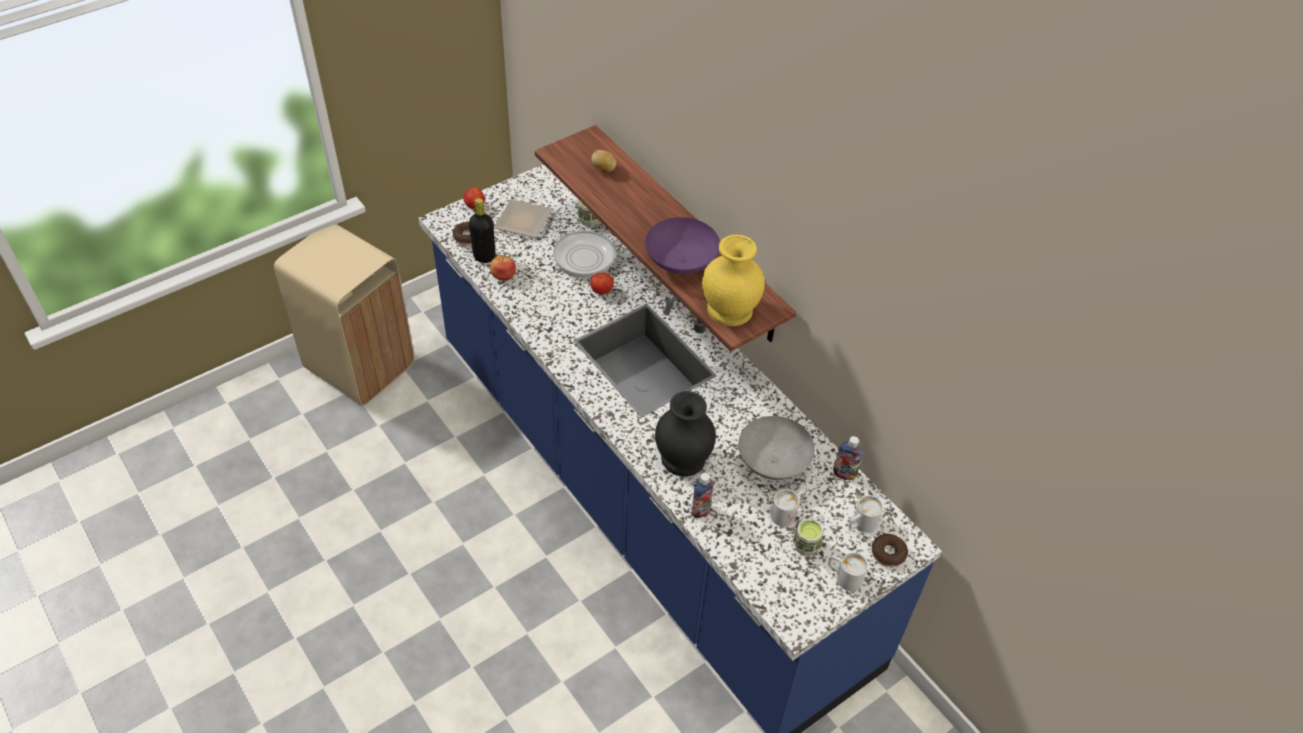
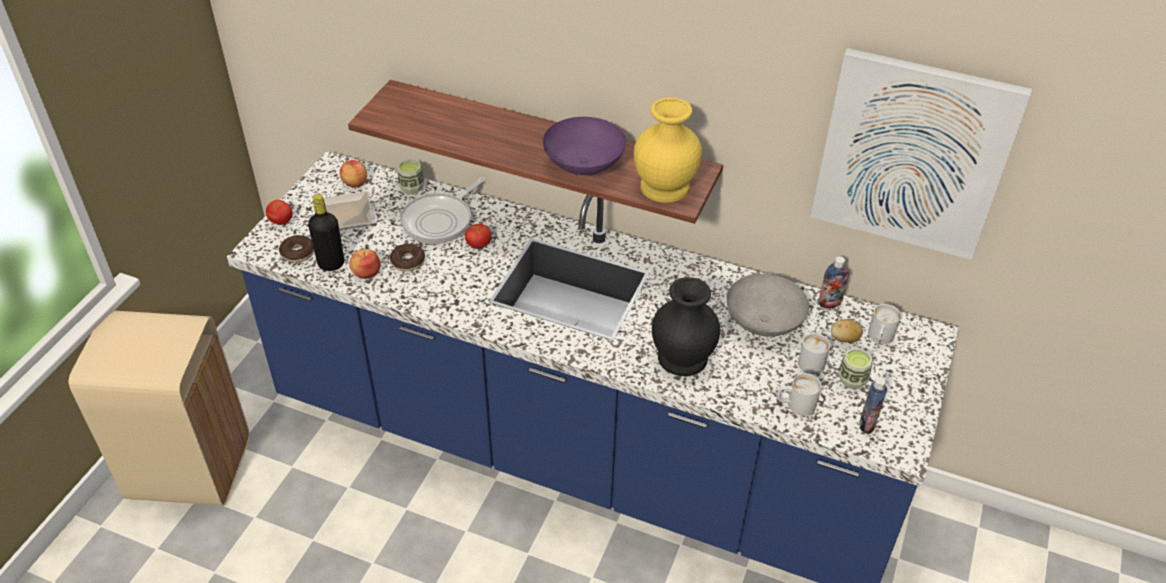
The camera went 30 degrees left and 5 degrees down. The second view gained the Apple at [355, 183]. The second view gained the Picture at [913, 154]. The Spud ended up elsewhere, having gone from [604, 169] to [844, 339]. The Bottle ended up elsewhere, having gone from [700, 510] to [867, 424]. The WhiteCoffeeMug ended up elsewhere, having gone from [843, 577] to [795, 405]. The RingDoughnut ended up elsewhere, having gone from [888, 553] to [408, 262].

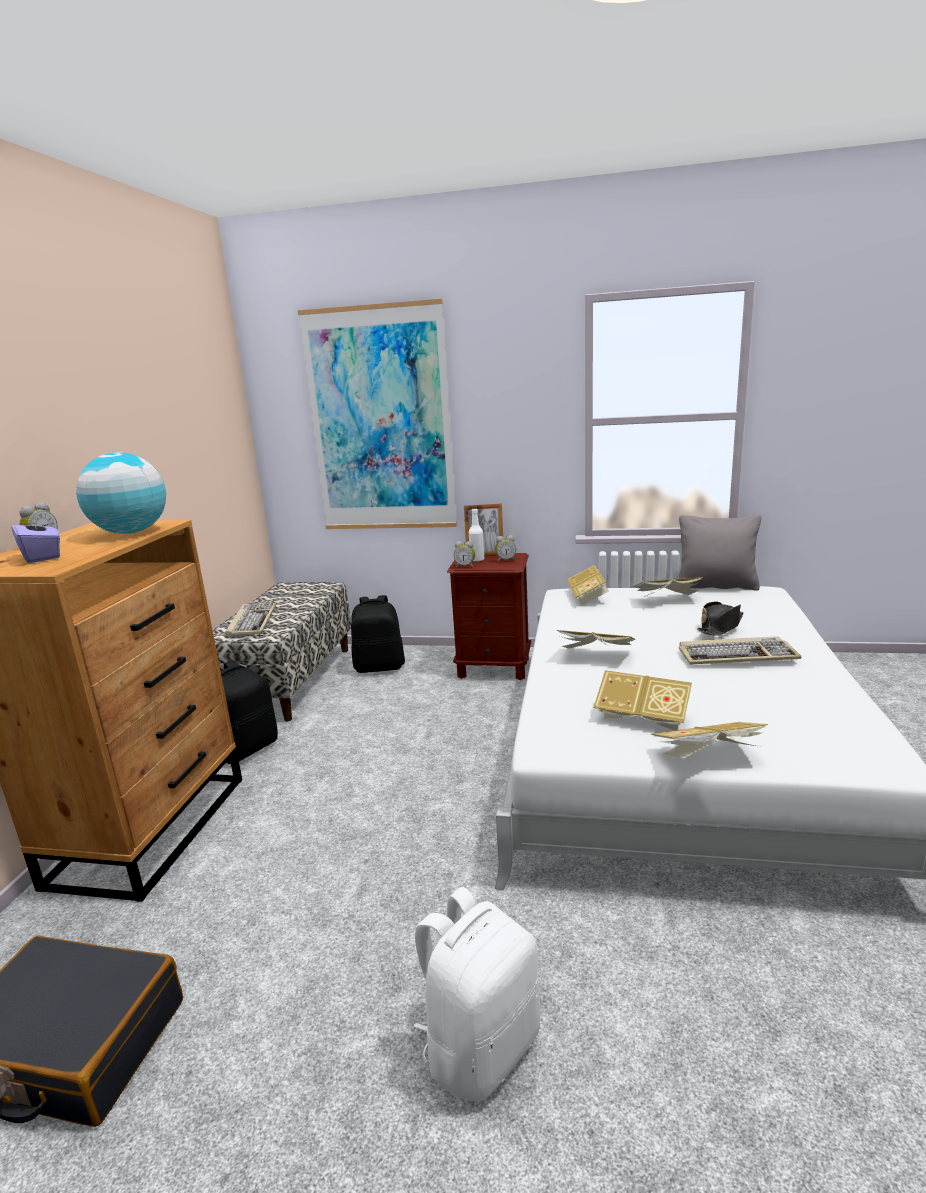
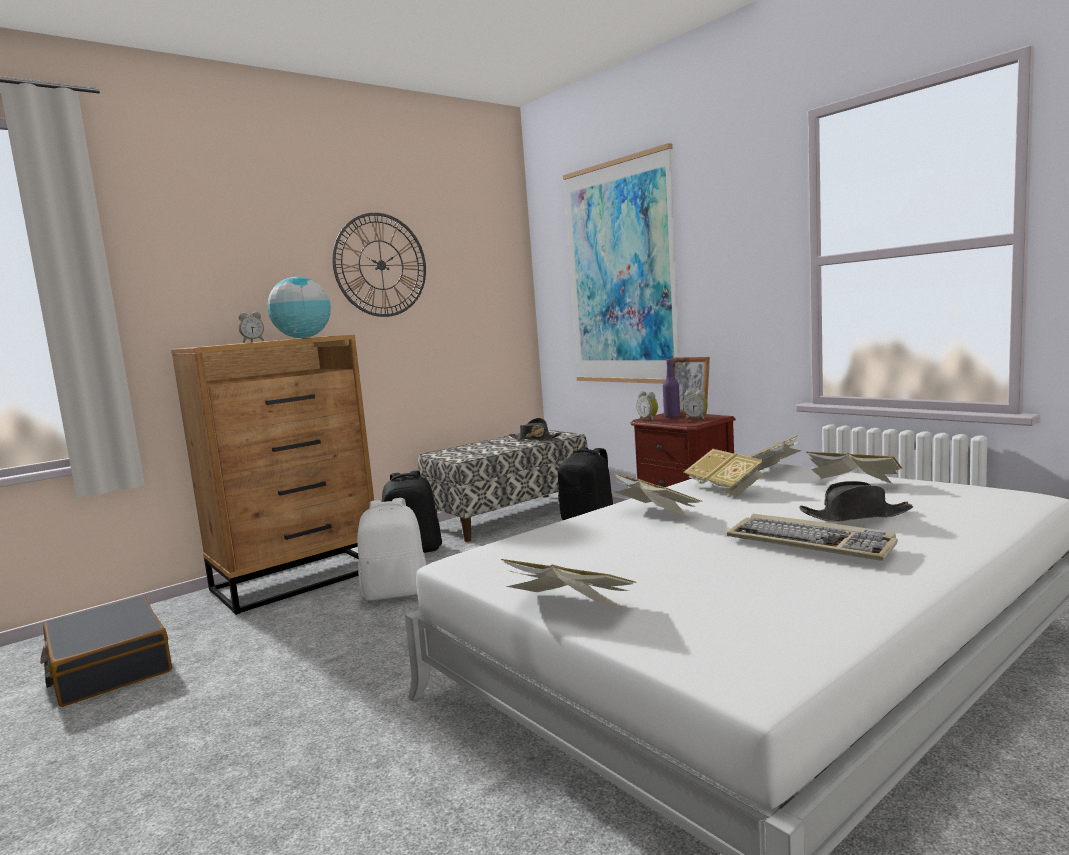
The camera went 40 degrees right and 10 degrees down. The second view lost the PurpleColouredTissueBox at [42, 556]. The second view lost the PcKeyboard at [252, 621]. The second view lost the GreyishCushion at [716, 586]. The second view gained the HangingClock at [381, 265]. The second view gained the BlackishWearableHat at [534, 439]. The WhiteBackpack ended up elsewhere, having gone from [481, 1046] to [396, 592]. The Volume ended up elsewhere, having gone from [642, 717] to [724, 489]. What was the WhiteBottle at [477, 560] turned into the PurpleColouredBottle at [672, 416].

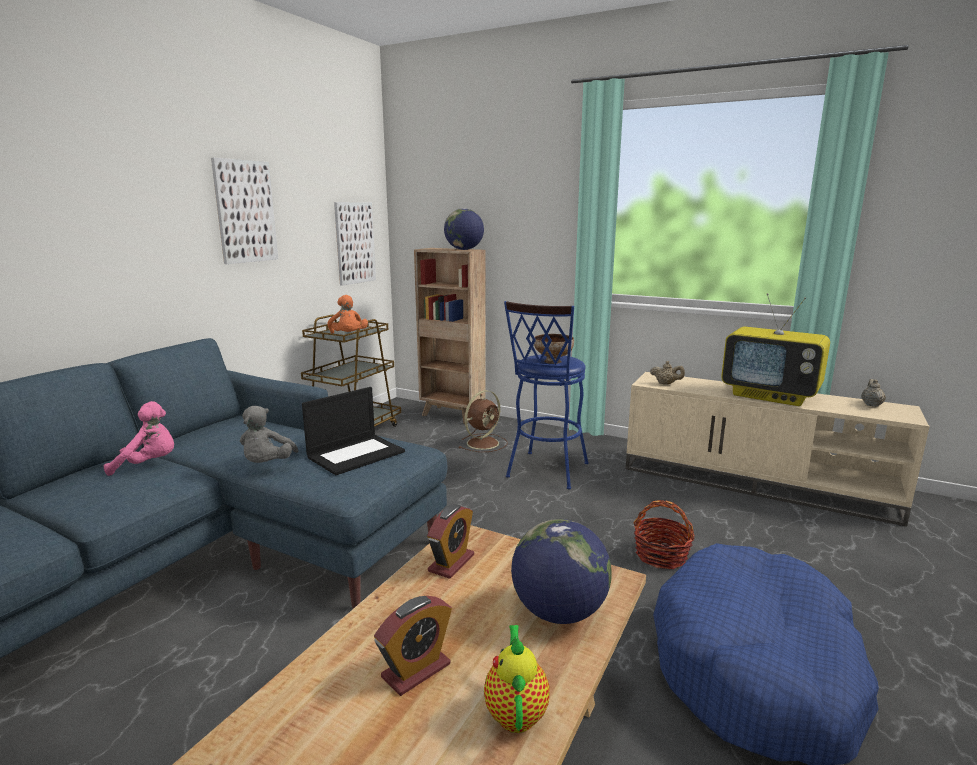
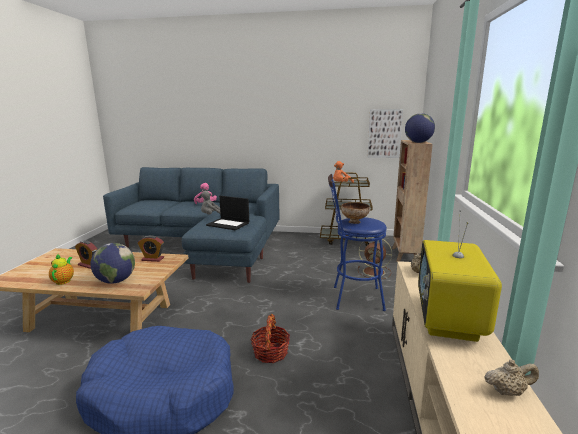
The camera went 70 degrees right and 0 degrees up. The second view lost the Picture at [245, 211]. The Teapot at [516, 711] ended up facing another way, 75 degrees counterclockwise from before.

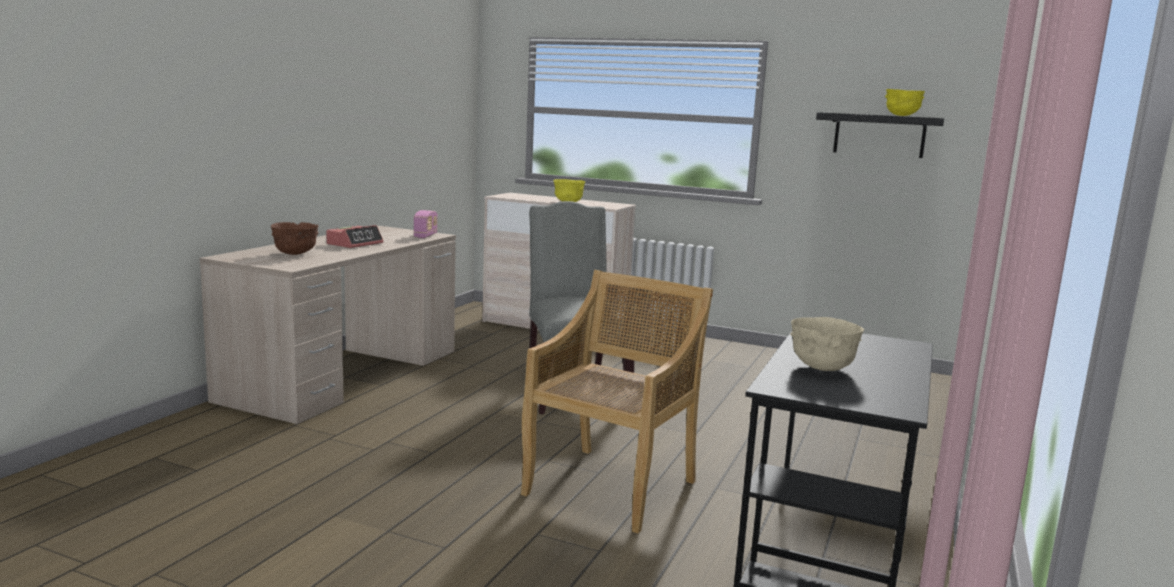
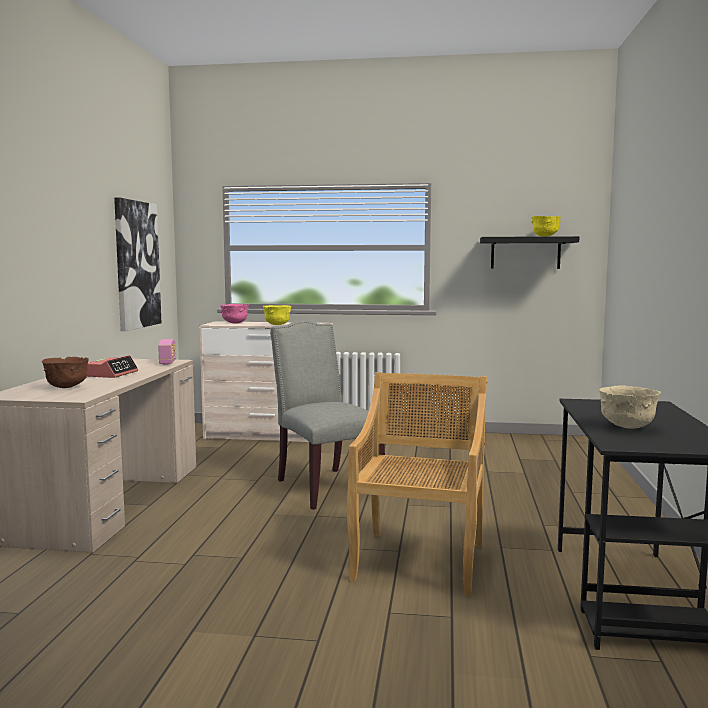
The camera went 15 degrees left and 5 degrees down. The second view gained the Picture at [136, 264]. The second view gained the PinkDeepDish at [235, 323].

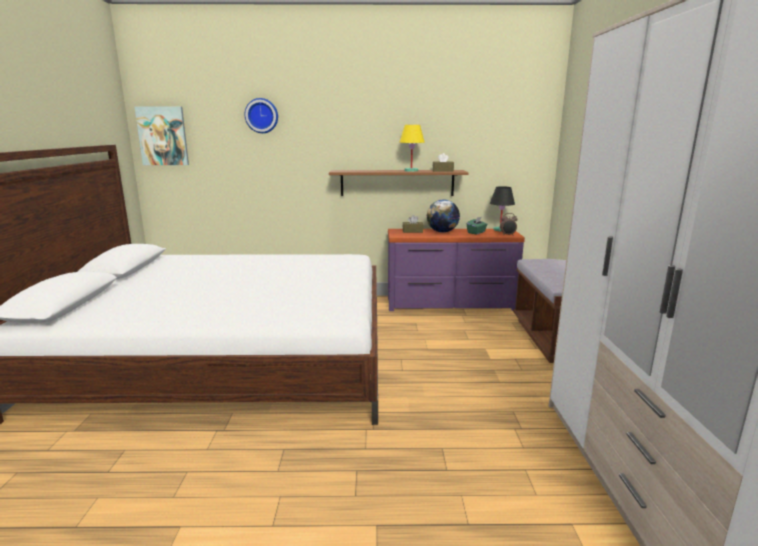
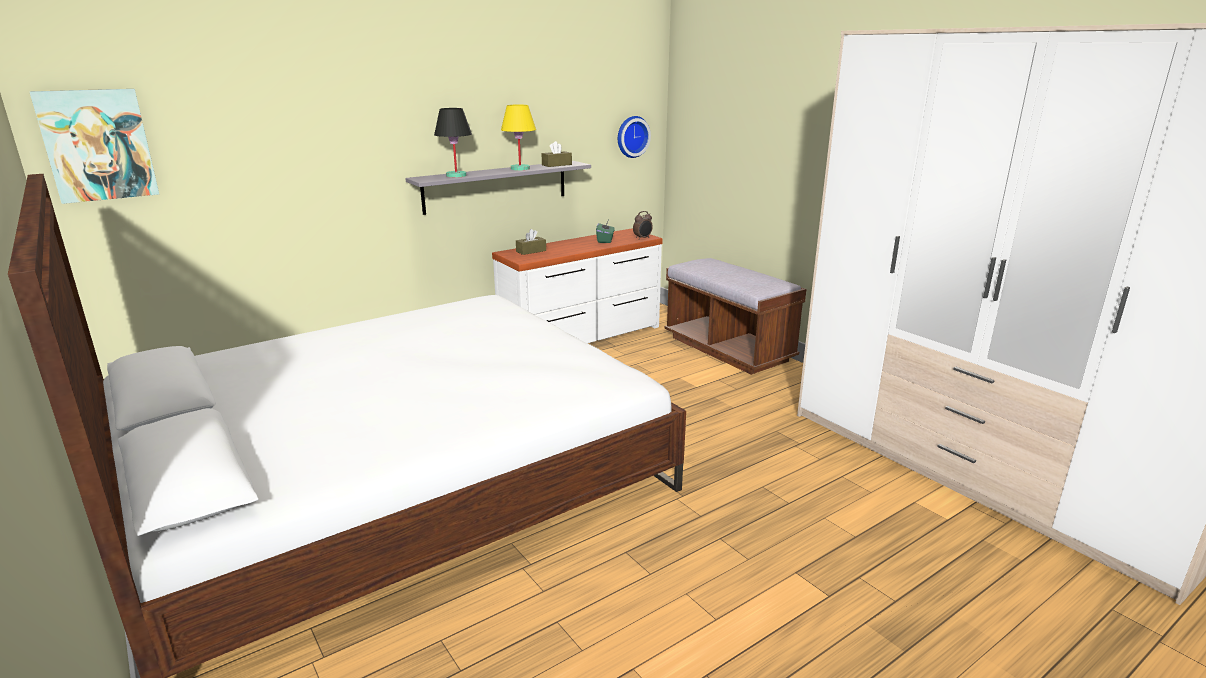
The camera went 35 degrees left and 5 degrees up. The second view lost the DeskGlobe at [442, 232]. The HangingClock ended up elsewhere, having gone from [262, 115] to [631, 136]. The BlackishTabletopLamp ended up elsewhere, having gone from [500, 230] to [456, 175]. What was the BrownishWallShelf at [397, 183] turned into the GreyishWallShelf at [496, 186]. What was the PurpleColouredChestOfDrawers at [450, 304] turned into the WhiteChestOfDrawers at [582, 337].

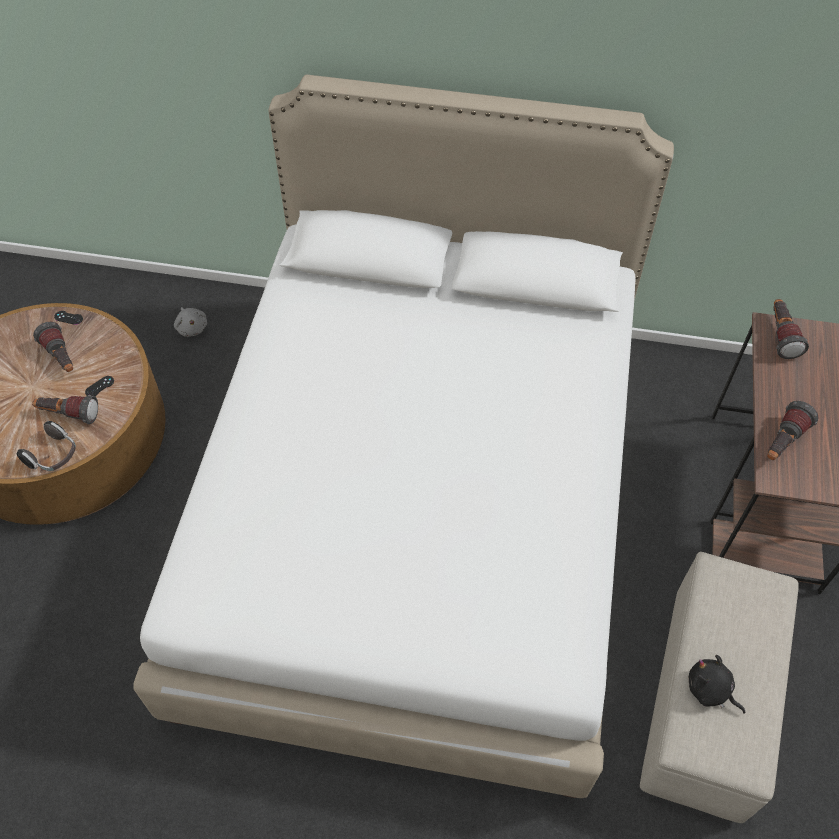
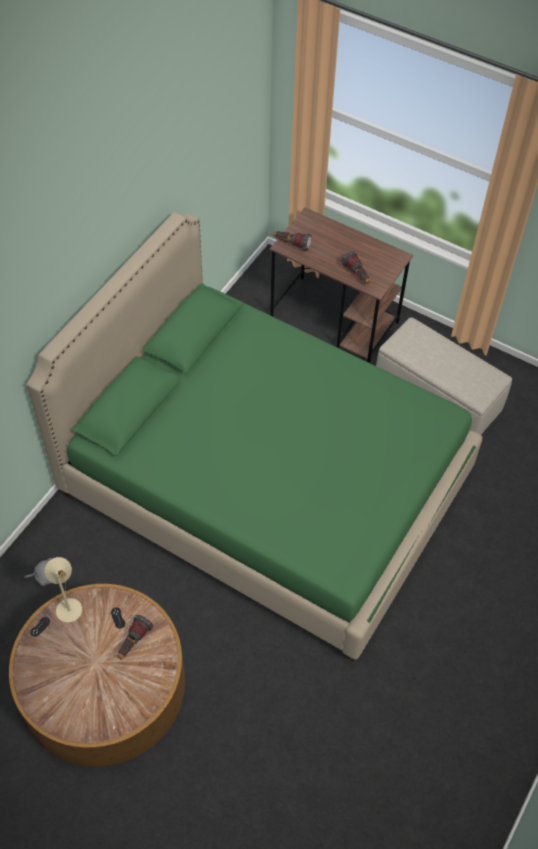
The camera went 70 degrees left and 0 degrees up. The second view lost the Headphones at [53, 456]. The second view lost the Flashlight at [61, 358]. The second view lost the BlackishPlushToy at [710, 690]. The second view gained the BeigeTabletopLamp at [68, 605]. What was the WhiteSleepingBed at [419, 510] turned into the GreenColouredSleepingBed at [266, 484].

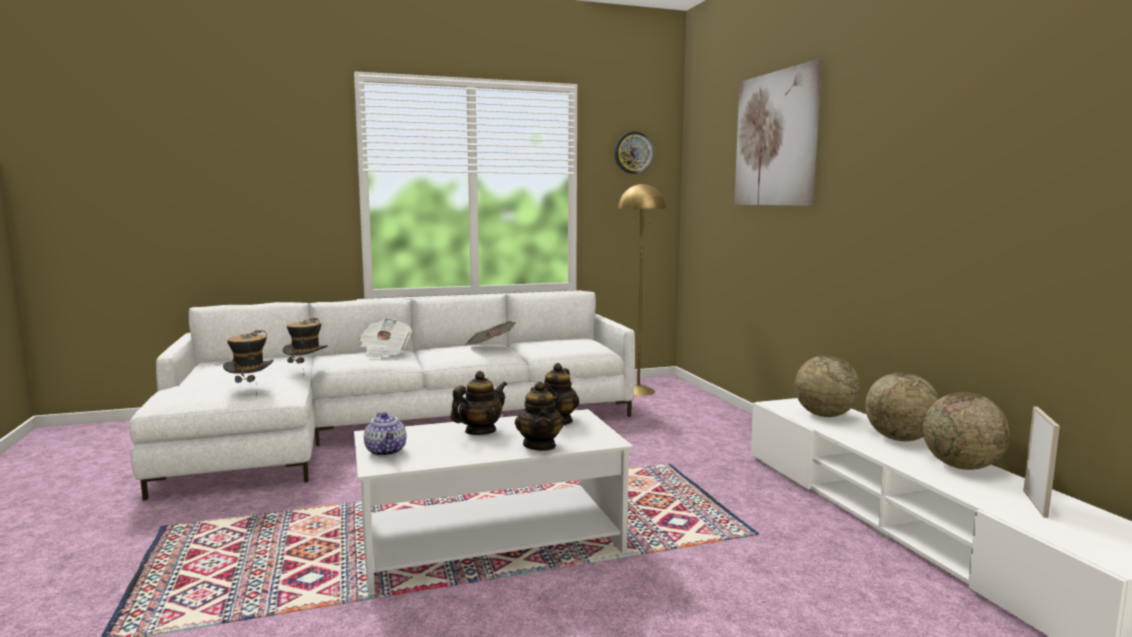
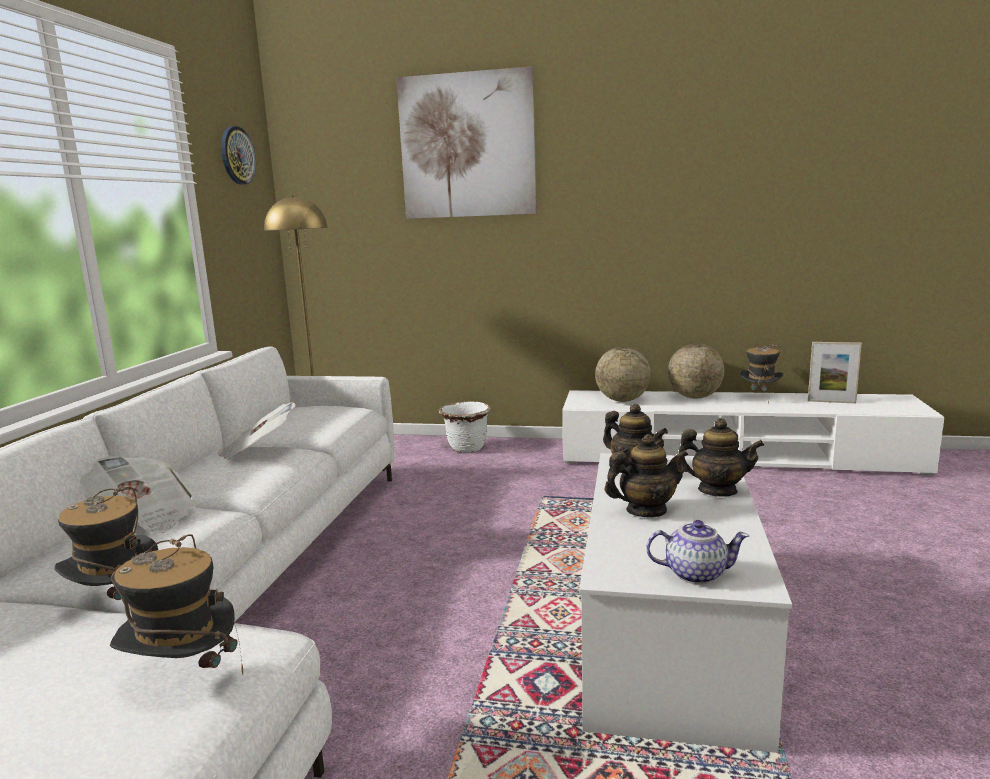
The camera went 60 degrees left and 5 degrees up. The second view gained the WhiteFlowerPot at [466, 448]. Where the DeskGlobe stood at [961, 466], the WearableHat came to stand at [760, 398]. The Teapot at [480, 431] ended up facing another way, 90 degrees clockwise from before. The PictureFrame at [1035, 503] ended up facing another way, 150 degrees clockwise from before.

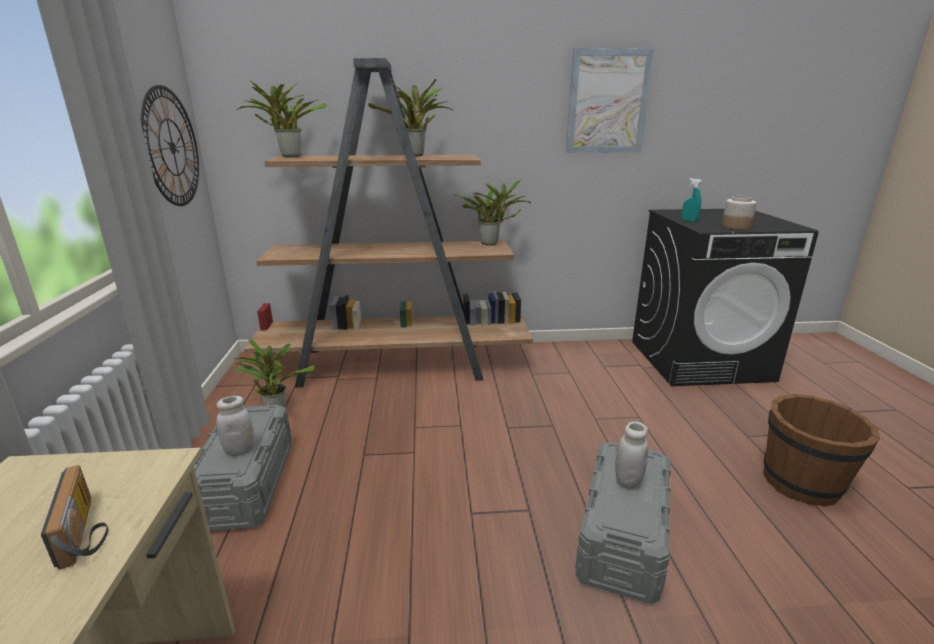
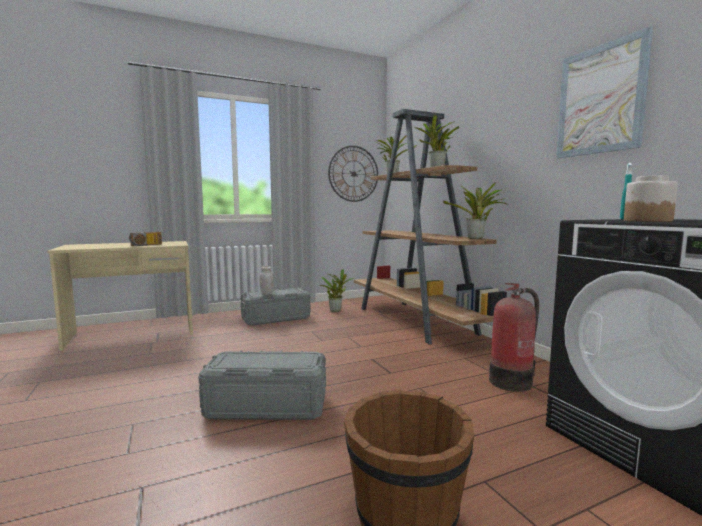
The camera went 70 degrees right and 15 degrees down. The second view lost the WhiteStorageJar at [628, 481]. The second view gained the FireFightingCylinder at [512, 381].

